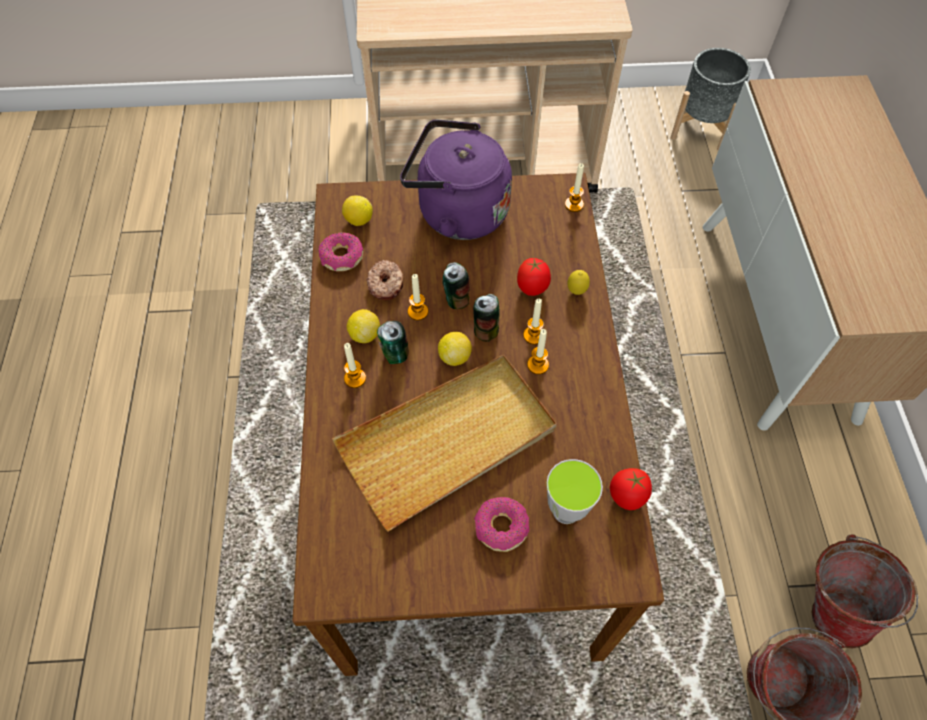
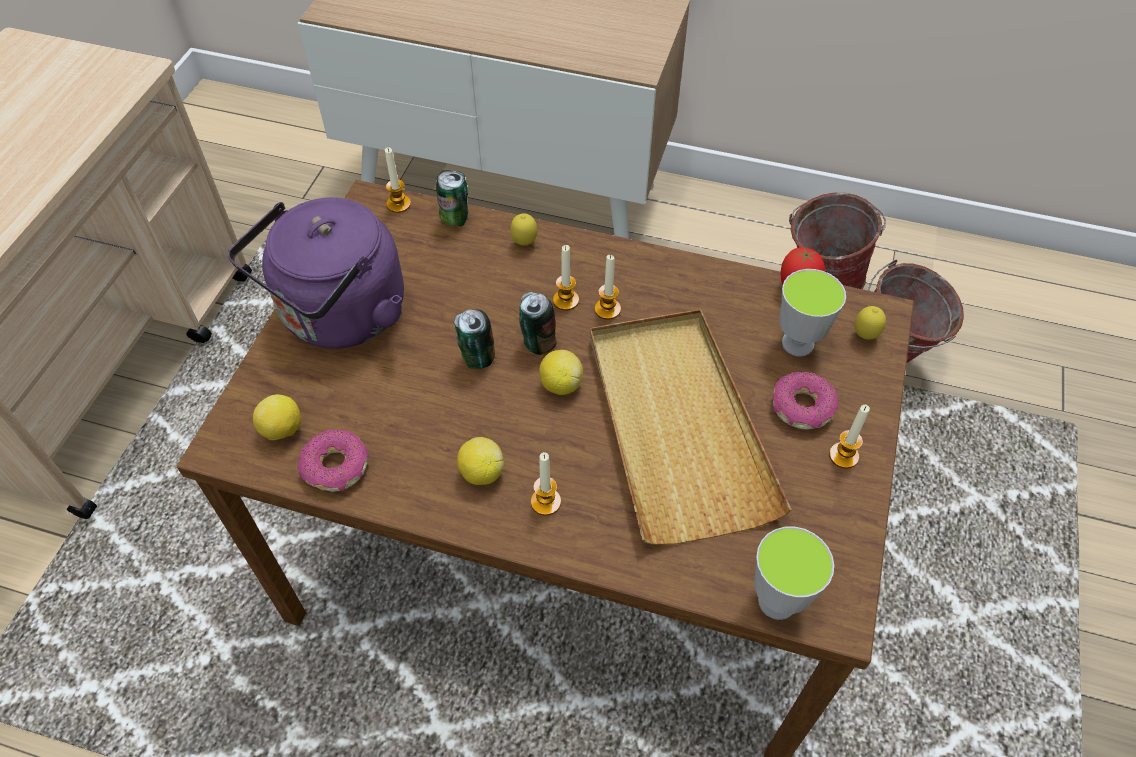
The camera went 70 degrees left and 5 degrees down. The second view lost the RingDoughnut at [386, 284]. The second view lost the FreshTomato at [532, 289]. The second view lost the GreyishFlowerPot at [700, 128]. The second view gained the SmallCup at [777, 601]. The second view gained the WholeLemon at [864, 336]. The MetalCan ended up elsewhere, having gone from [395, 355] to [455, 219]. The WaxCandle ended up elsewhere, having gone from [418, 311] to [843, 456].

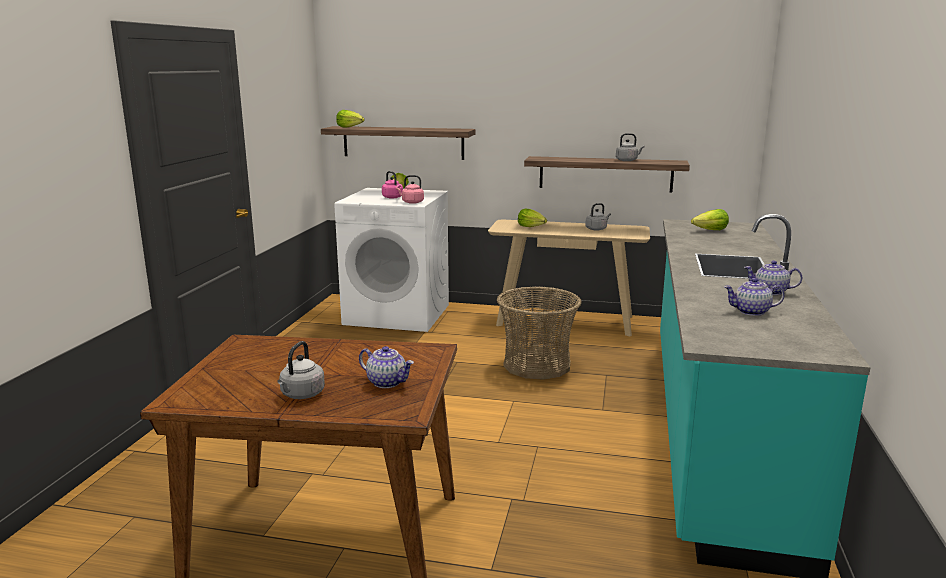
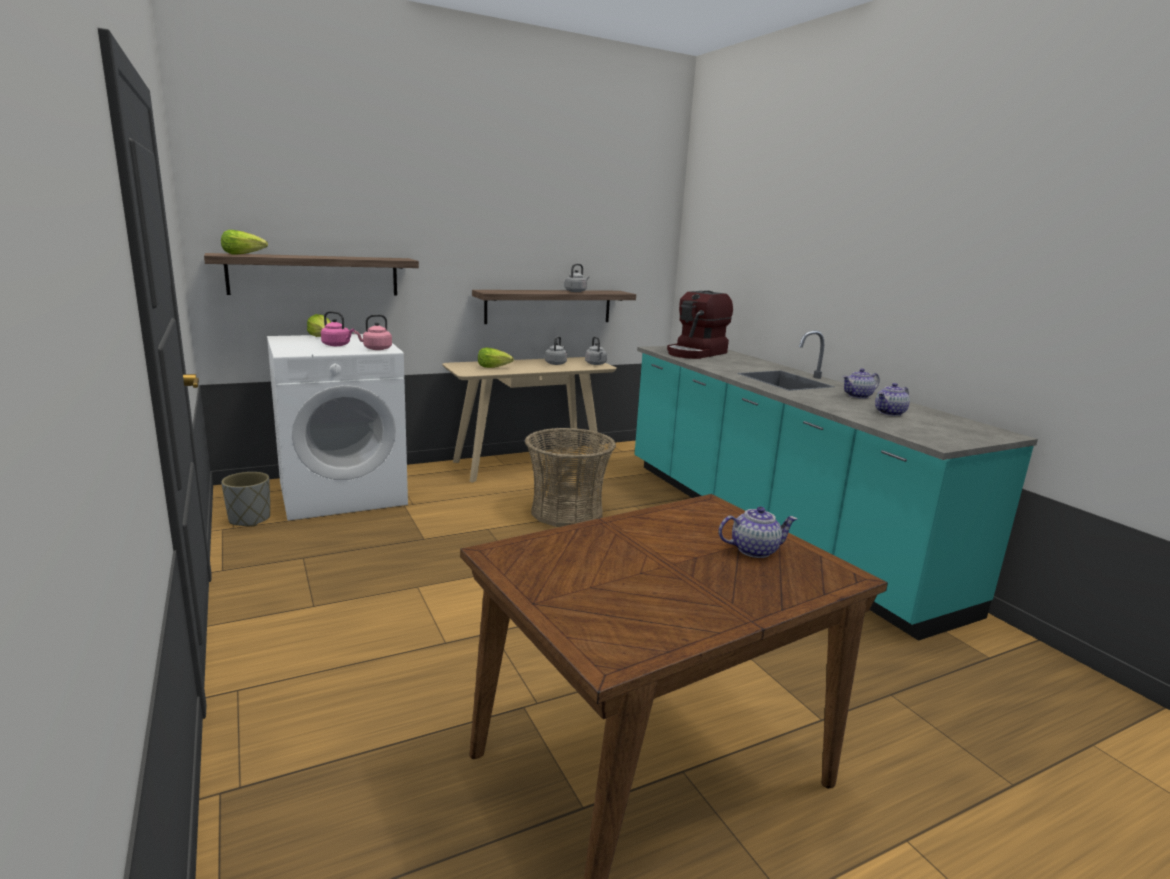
The camera went 40 degrees left and 0 degrees up. The second view gained the GreyishFlowerPot at [249, 519]. The GreyishKettle ended up elsewhere, having gone from [301, 395] to [596, 364]. Where the Lettuce stood at [710, 231], the CoffeeBrewer came to stand at [696, 353].

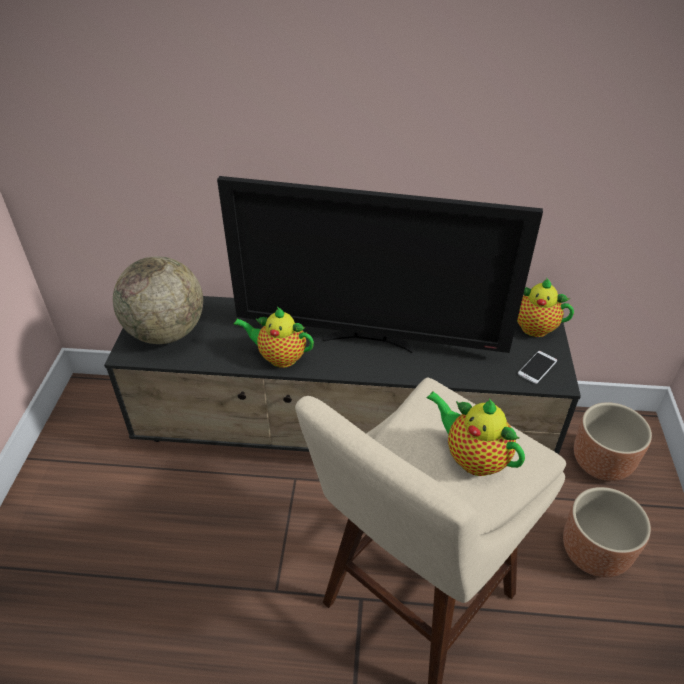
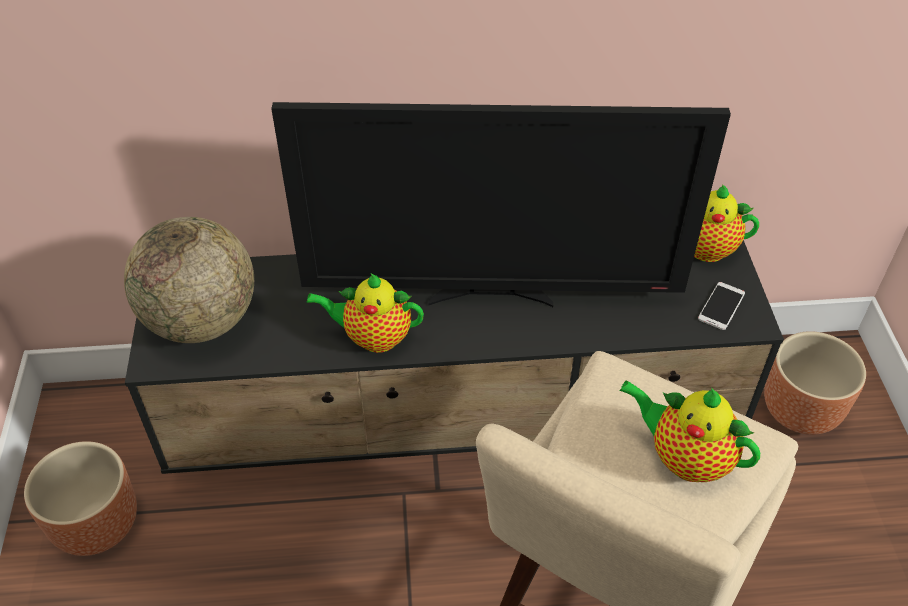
The camera went 10 degrees left and 5 degrees up. The BrownishFlowerPot ended up elsewhere, having gone from [593, 552] to [96, 524].

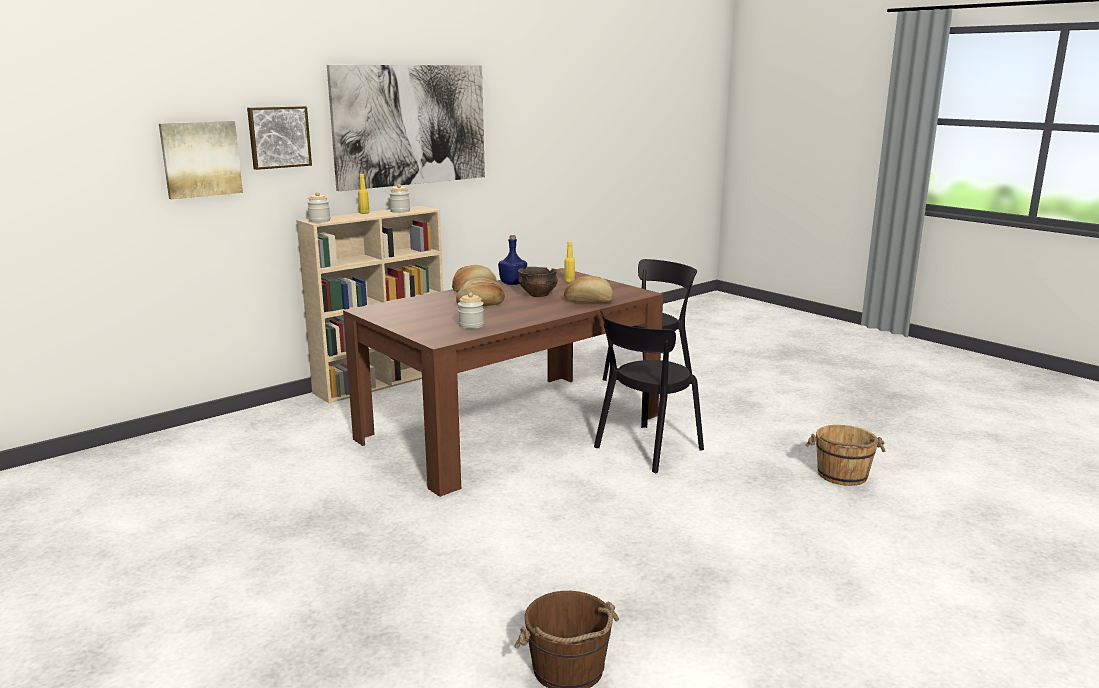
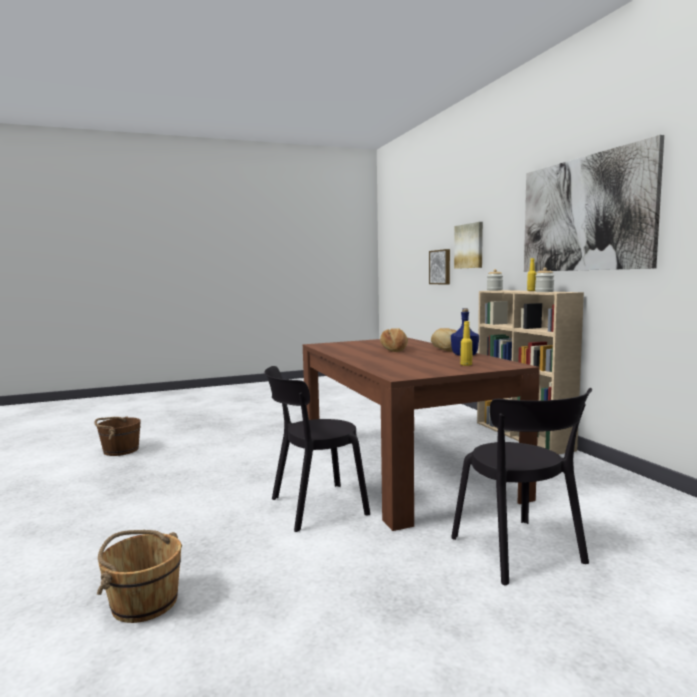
The camera went 110 degrees right and 10 degrees down. The second view lost the StorageJar at [471, 325]. The second view lost the DeepDish at [538, 295]. The second view lost the Bread at [588, 302]. The Picture ended up elsewhere, having gone from [279, 137] to [440, 267]. The BlackishChair at [645, 450] ended up facing another way, 90 degrees counterclockwise from before.

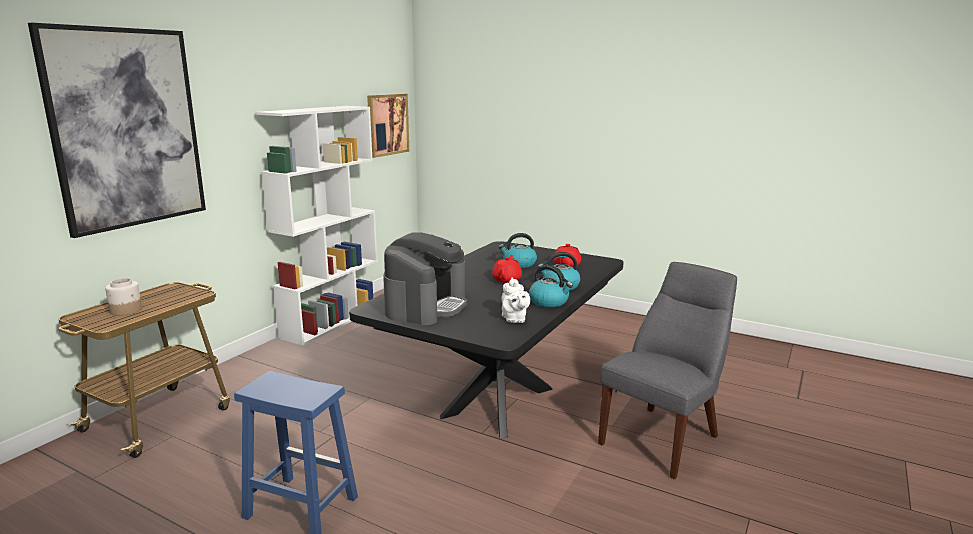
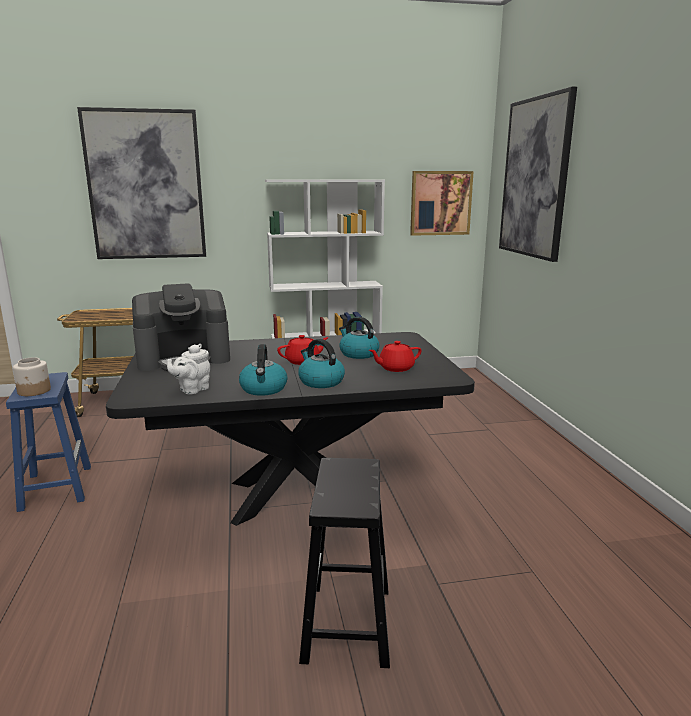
The camera went 50 degrees right and 0 degrees up. The second view gained the Picture at [535, 178]. The StorageJar ended up elsewhere, having gone from [126, 310] to [34, 391]. Where the GreyishChair stood at [663, 438], the BlackishSittingStool came to stand at [347, 625].

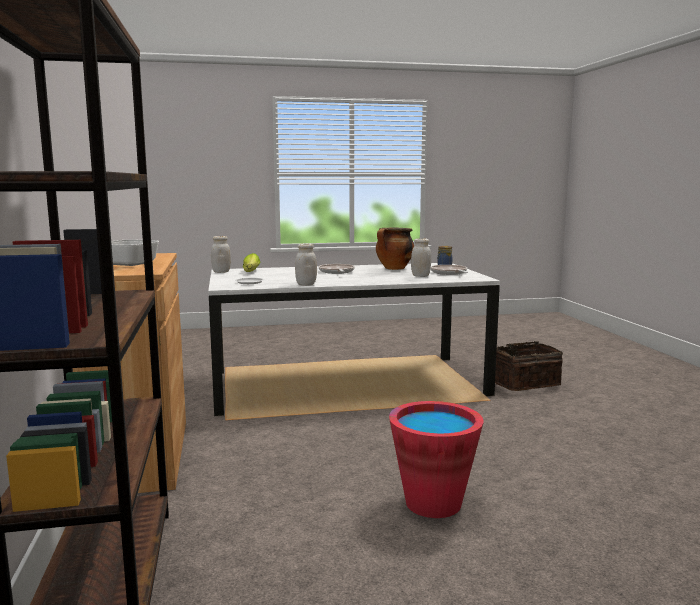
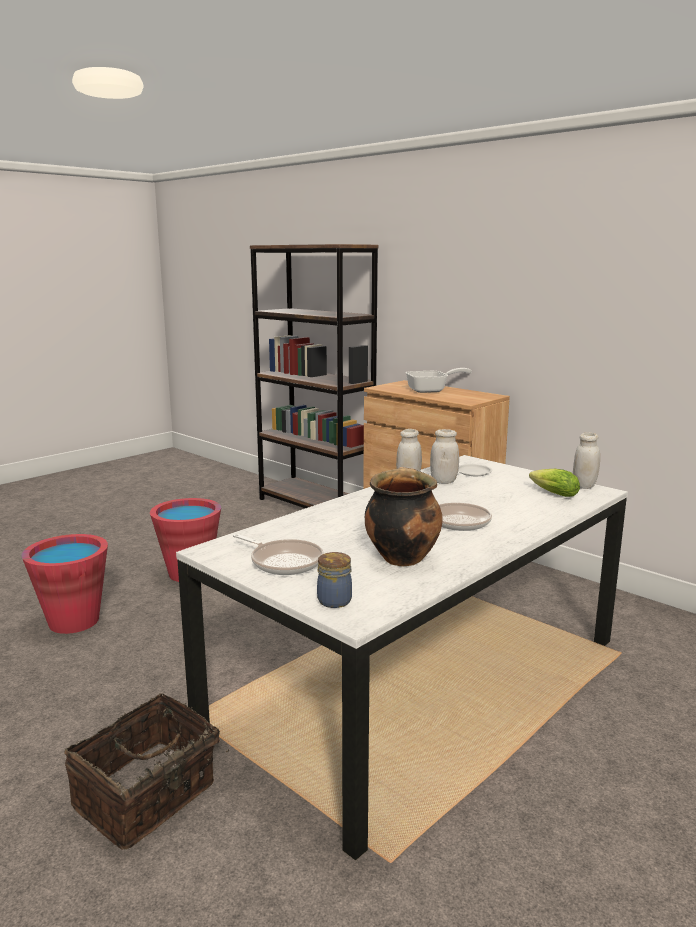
The camera went 145 degrees right and 5 degrees up. The second view gained the ReddishBucket at [74, 621]. The WhiteStorageJar ended up elsewhere, having gone from [420, 276] to [443, 481].

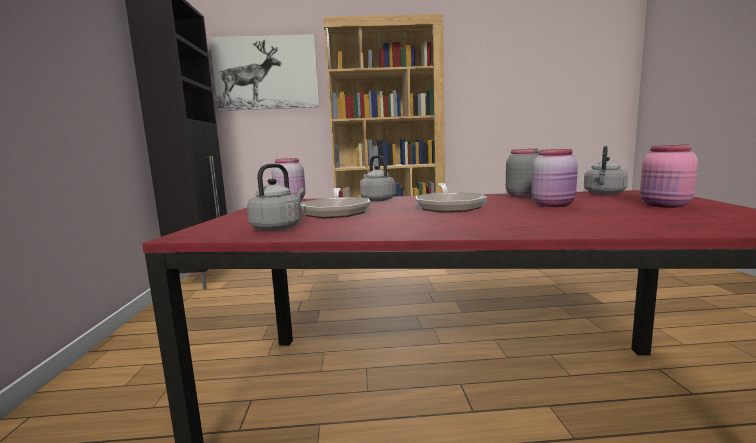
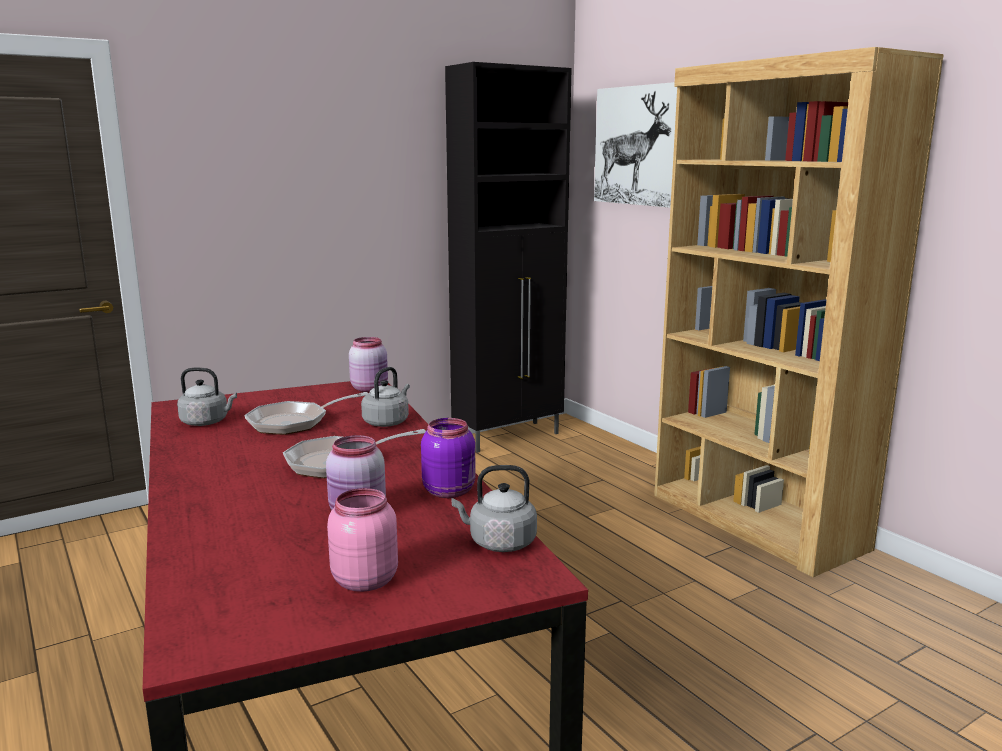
The camera went 60 degrees right and 5 degrees up. What was the GreyishStorageJar at [522, 196] turned into the PurpleColouredStorageJar at [450, 491].

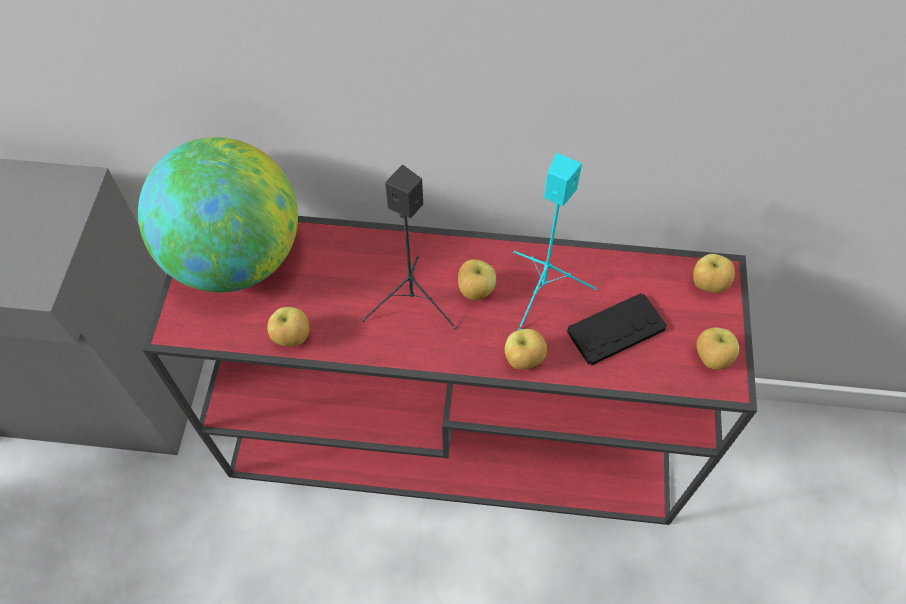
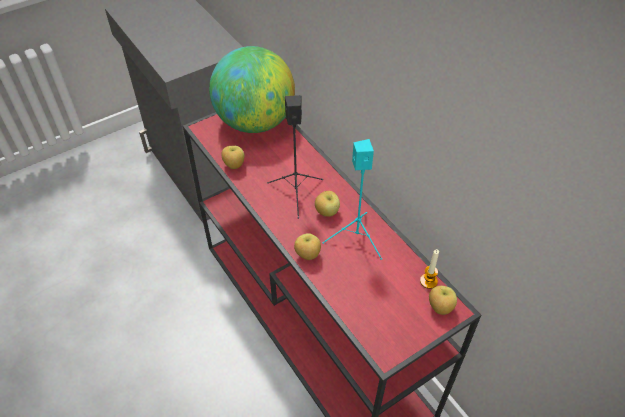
The camera went 50 degrees right and 10 degrees down. The second view lost the BlackishGameController at [616, 330]. The second view lost the Apple at [710, 358]. The second view gained the WaxCandle at [428, 281].

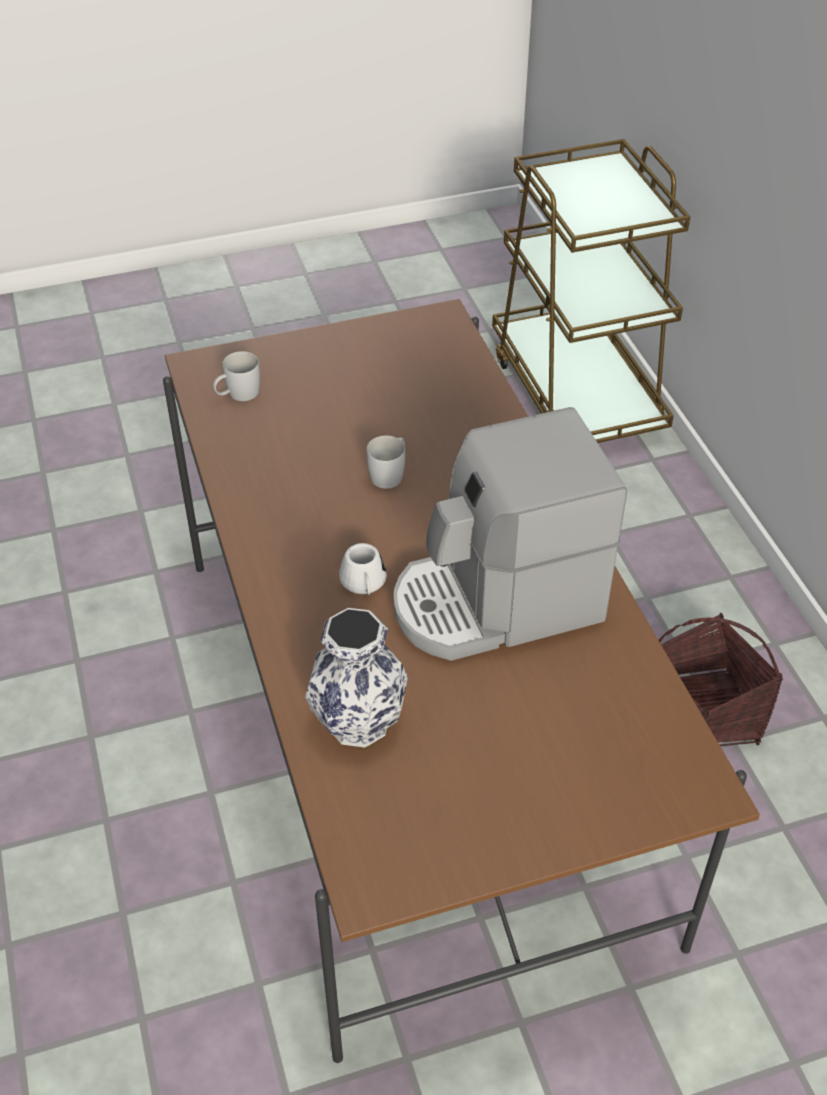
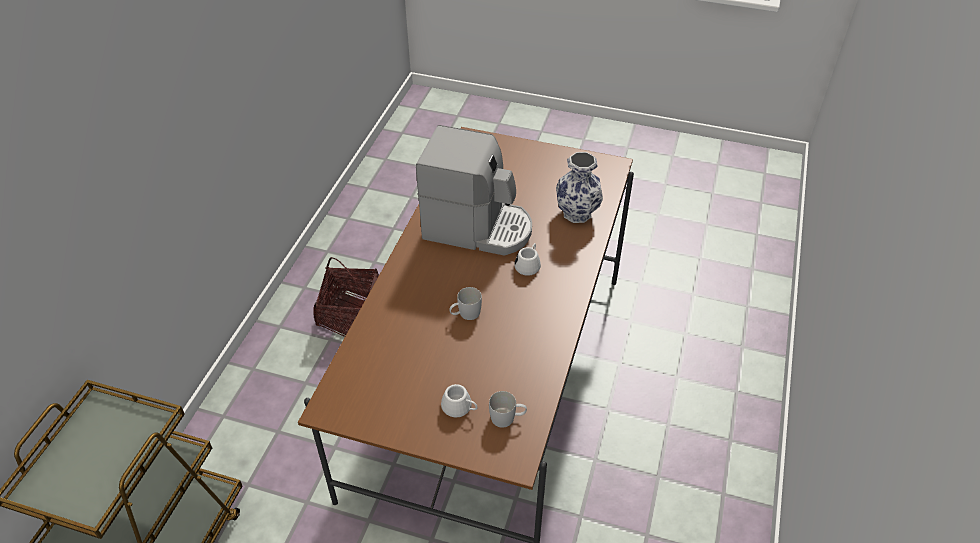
The camera went 145 degrees left and 0 degrees up. The second view gained the WhiteCoffeeMug at [460, 408].

